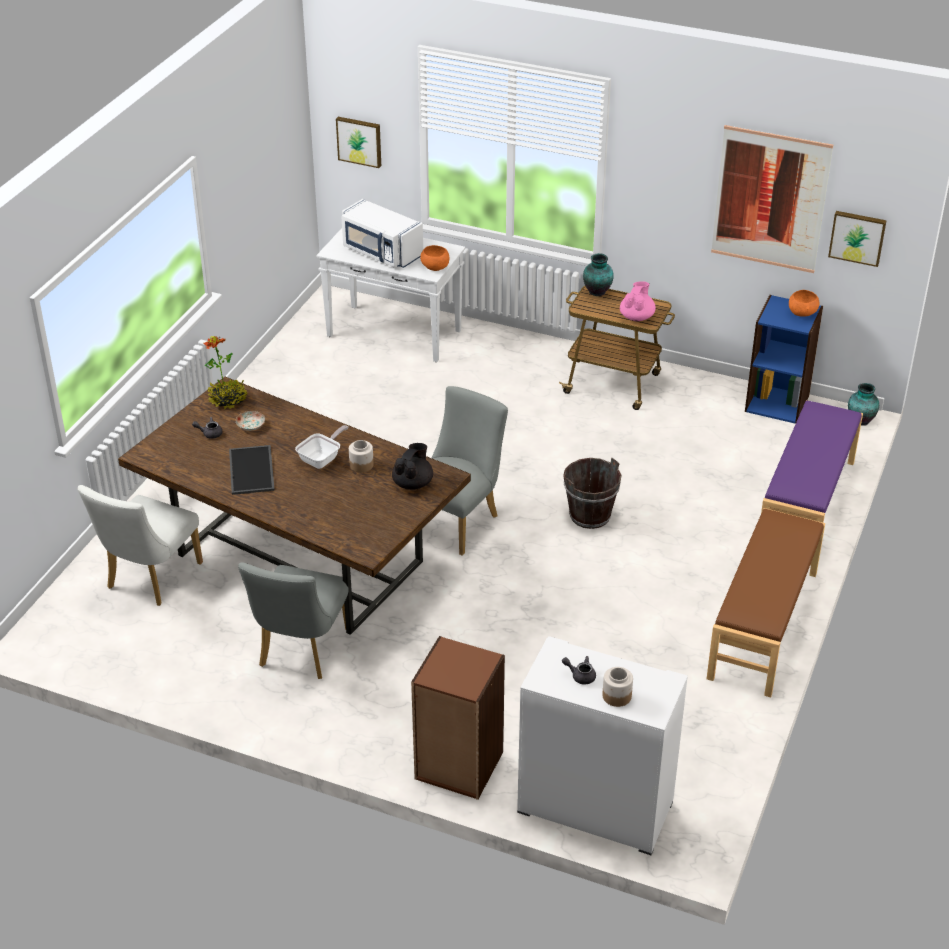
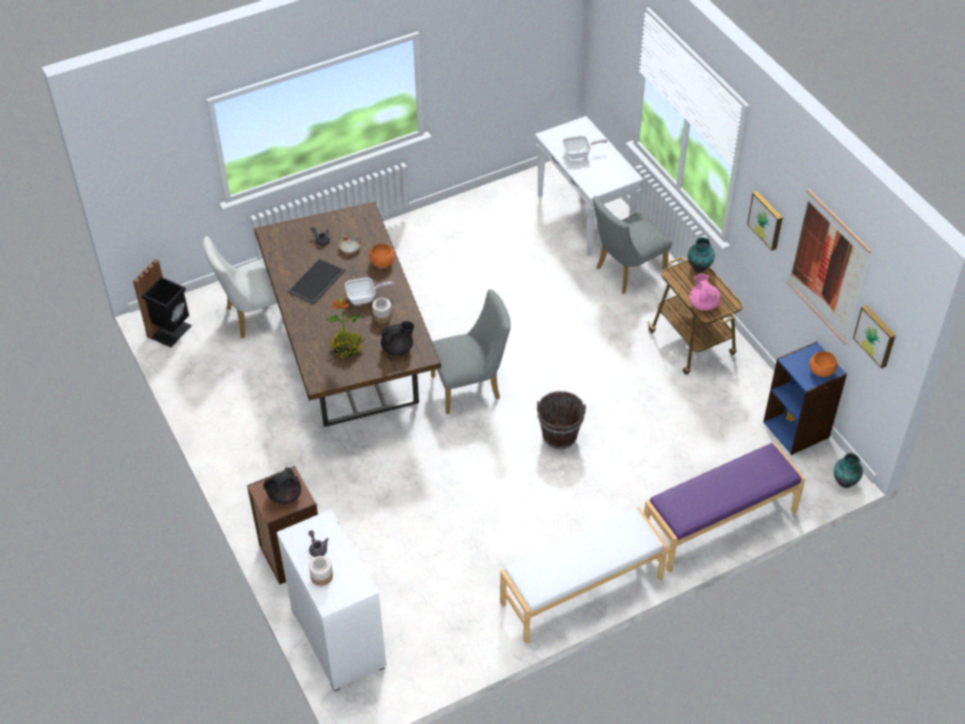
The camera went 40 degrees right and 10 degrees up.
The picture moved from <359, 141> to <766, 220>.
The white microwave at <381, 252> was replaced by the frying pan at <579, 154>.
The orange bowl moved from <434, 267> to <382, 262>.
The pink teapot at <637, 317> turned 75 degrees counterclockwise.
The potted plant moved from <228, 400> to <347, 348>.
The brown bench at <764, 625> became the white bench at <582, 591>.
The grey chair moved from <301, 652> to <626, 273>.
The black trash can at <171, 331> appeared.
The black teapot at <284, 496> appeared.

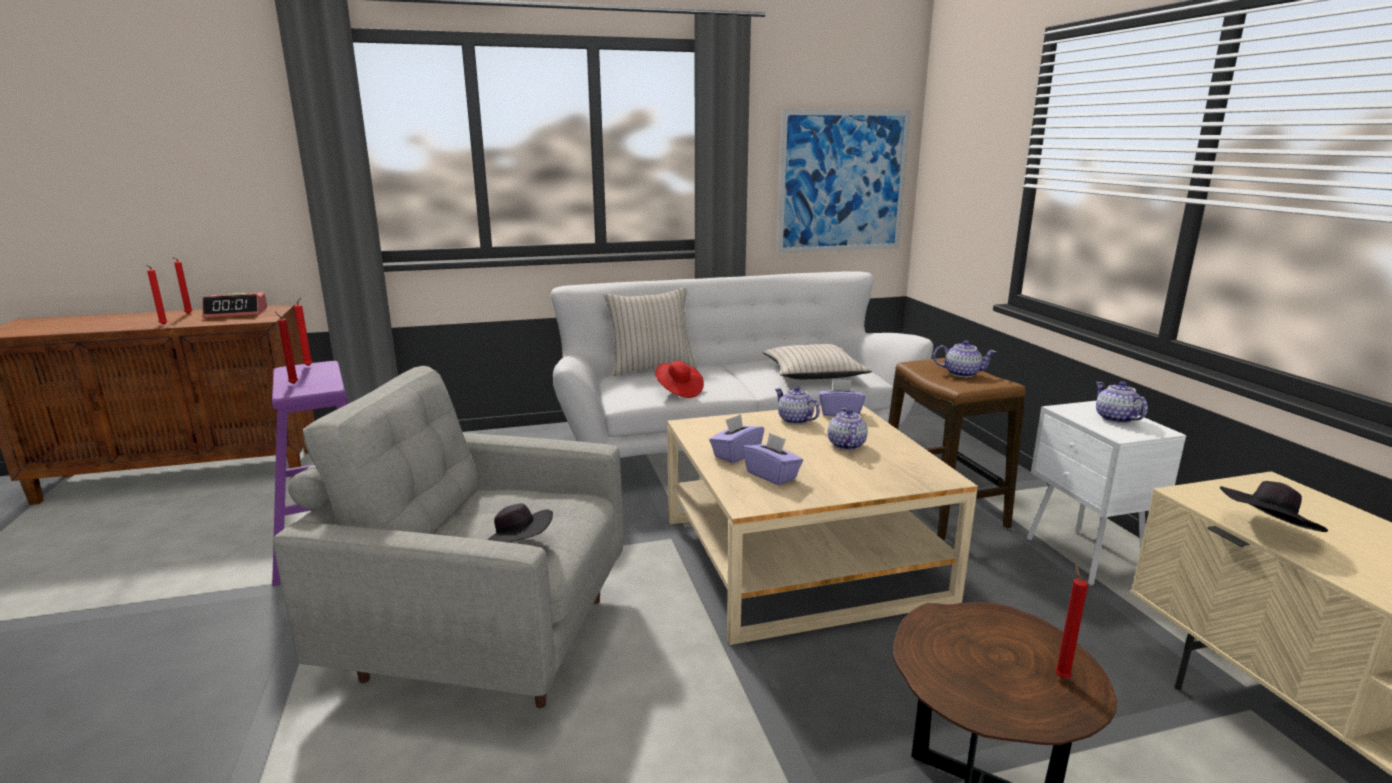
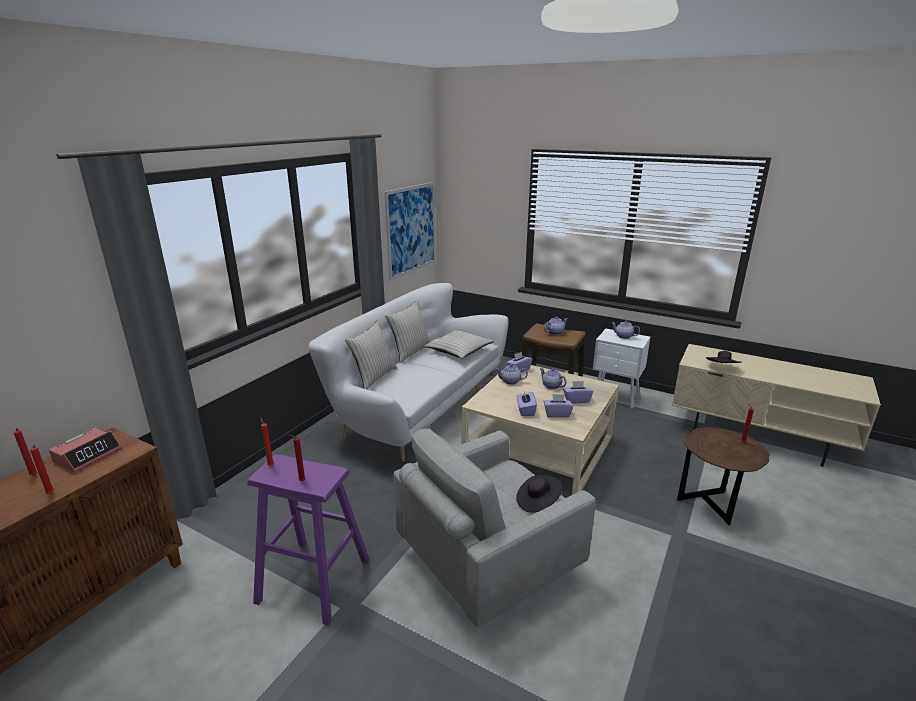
The camera went 45 degrees left and 5 degrees up.
The red hat at <678, 391> disappeared.
The beige pillow at <410, 352> appeared.
The purple tissue box at <576, 400> appeared.

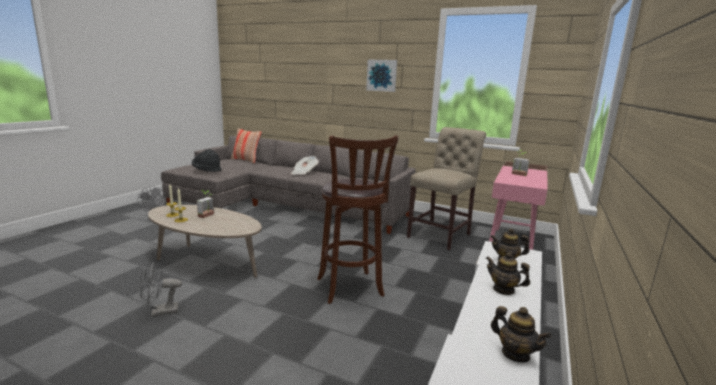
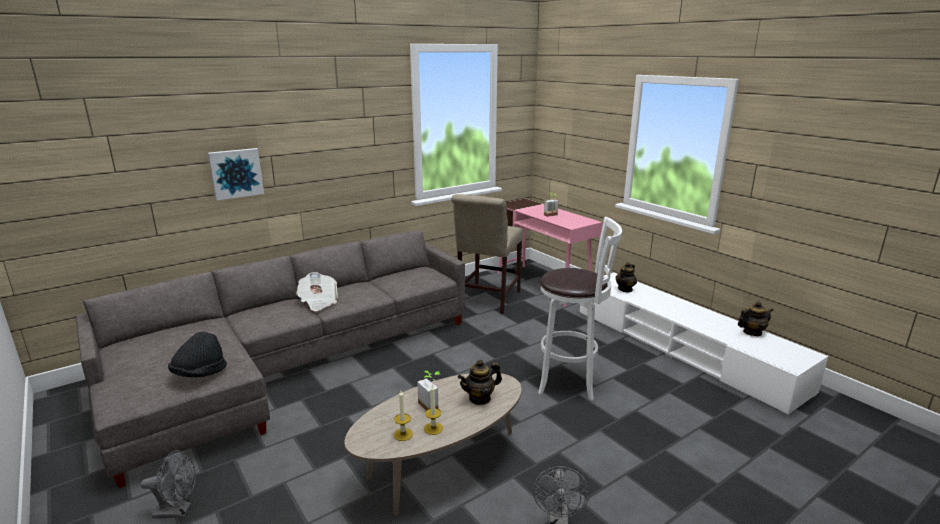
The camera went 60 degrees left and 5 degrees up.
The picture moved from <382, 75> to <236, 173>.
The beige chair at <441, 234> turned 135 degrees counterclockwise.
The pillow at <246, 160> disappeared.
The brown stool at <350, 289> became the white stool at <571, 381>.
The teapot moved from <503, 289> to <480, 398>.

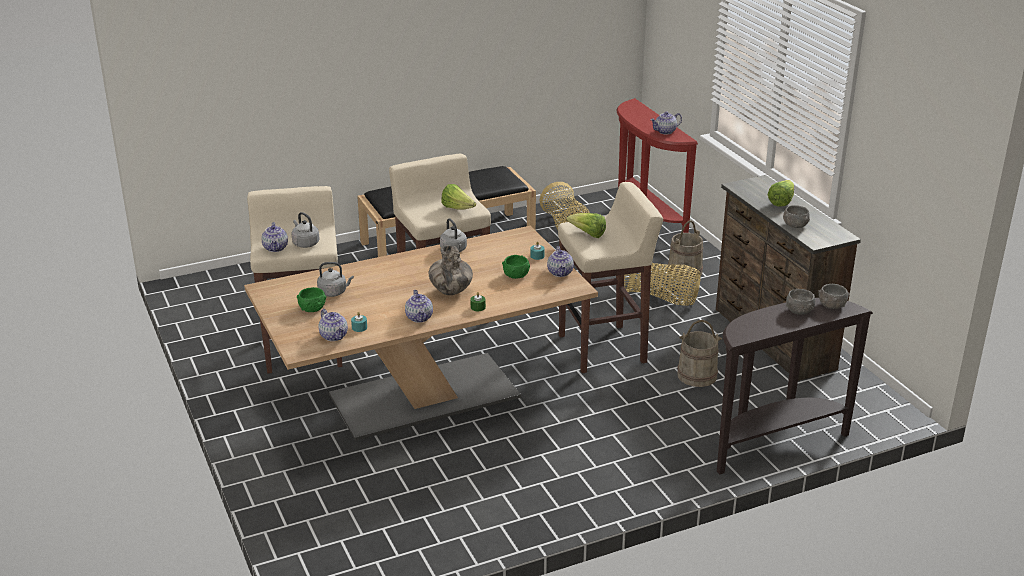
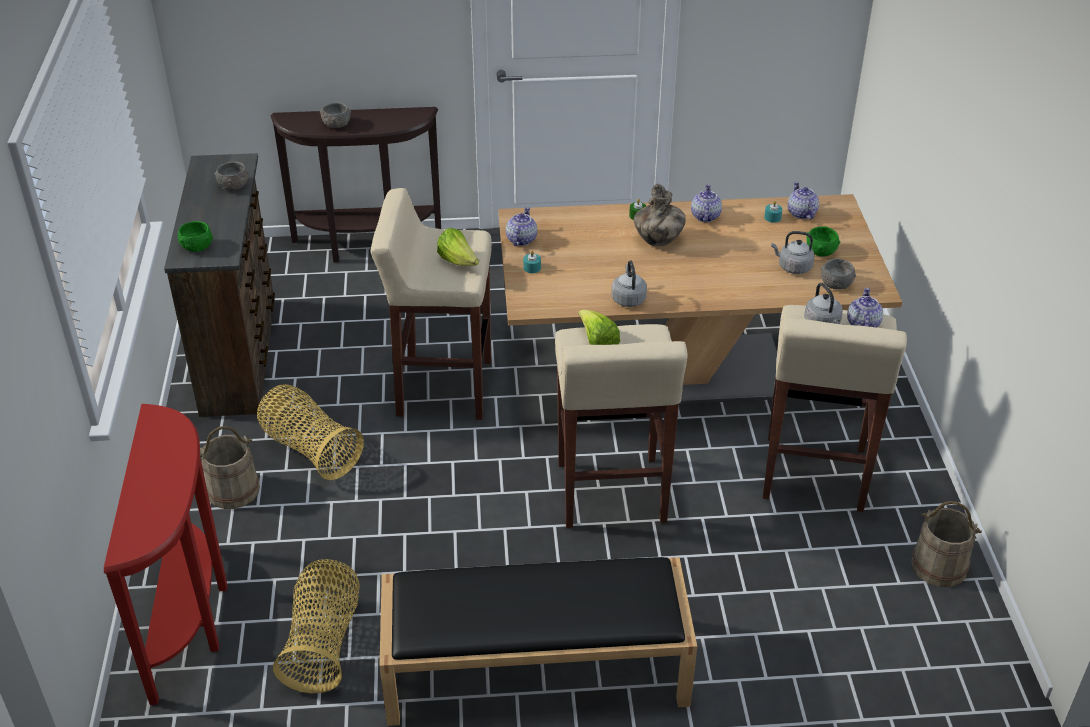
The camera went 160 degrees left and 10 degrees up.
The teapot at <665, 131> disappeared.
The lettuce at <781, 202> disappeared.
The green bowl moved from <516, 275> to <196, 246>.
The grey bowl moved from <832, 305> to <836, 284>.
The beige bucket moved from <697, 375> to <938, 566>.

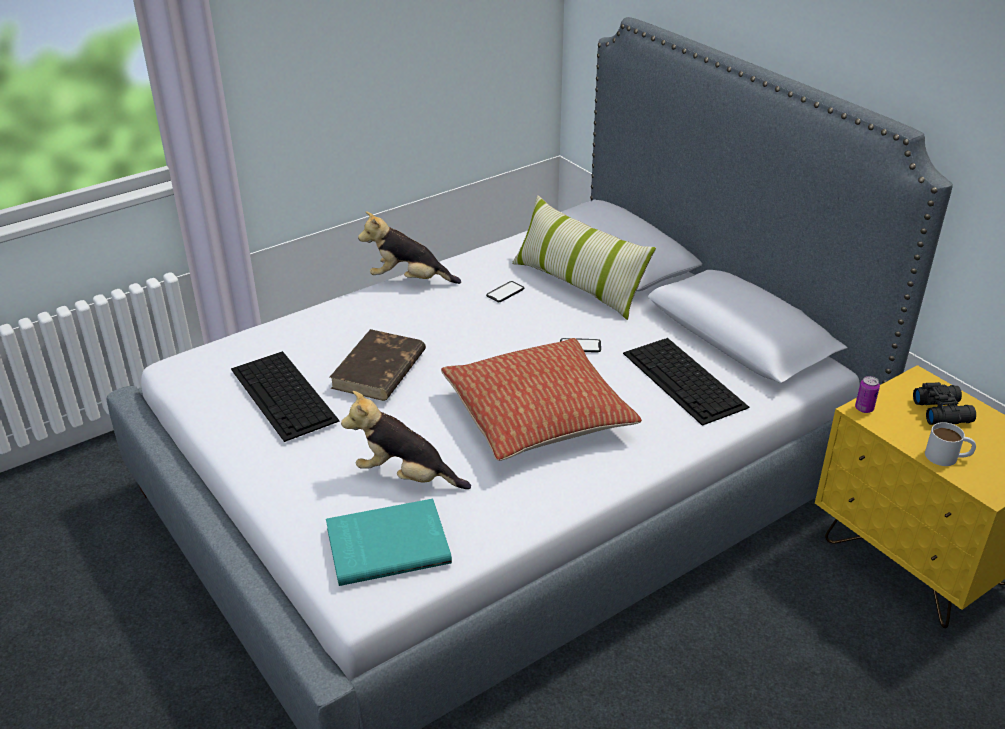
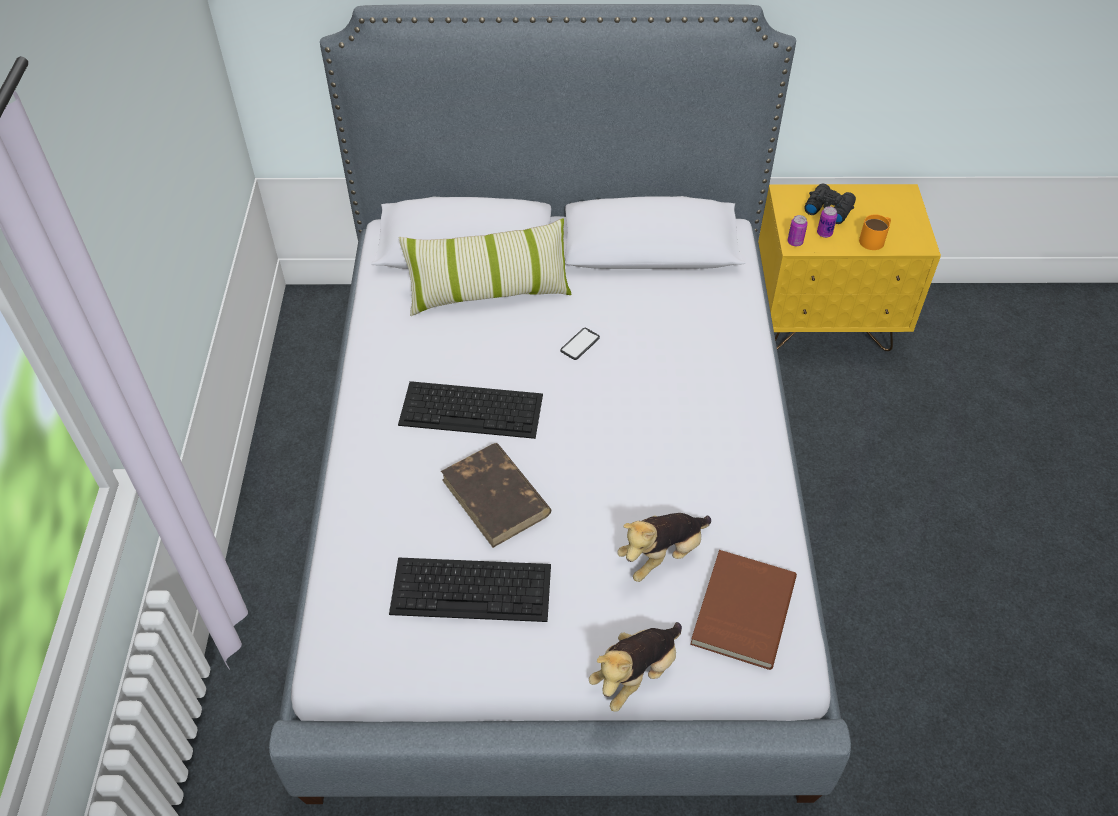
The camera went 55 degrees left and 15 degrees up.
The plush toy moved from <409, 280> to <635, 674>.
The phone at <505, 292> disappeared.
The pillow at <538, 416> disappeared.
The keyboard moved from <685, 380> to <472, 409>.
The white mug at <948, 457> became the orange mug at <875, 239>.
The turquoise book at <387, 544> became the brown book at <741, 610>.
The can at <824, 233> appeared.

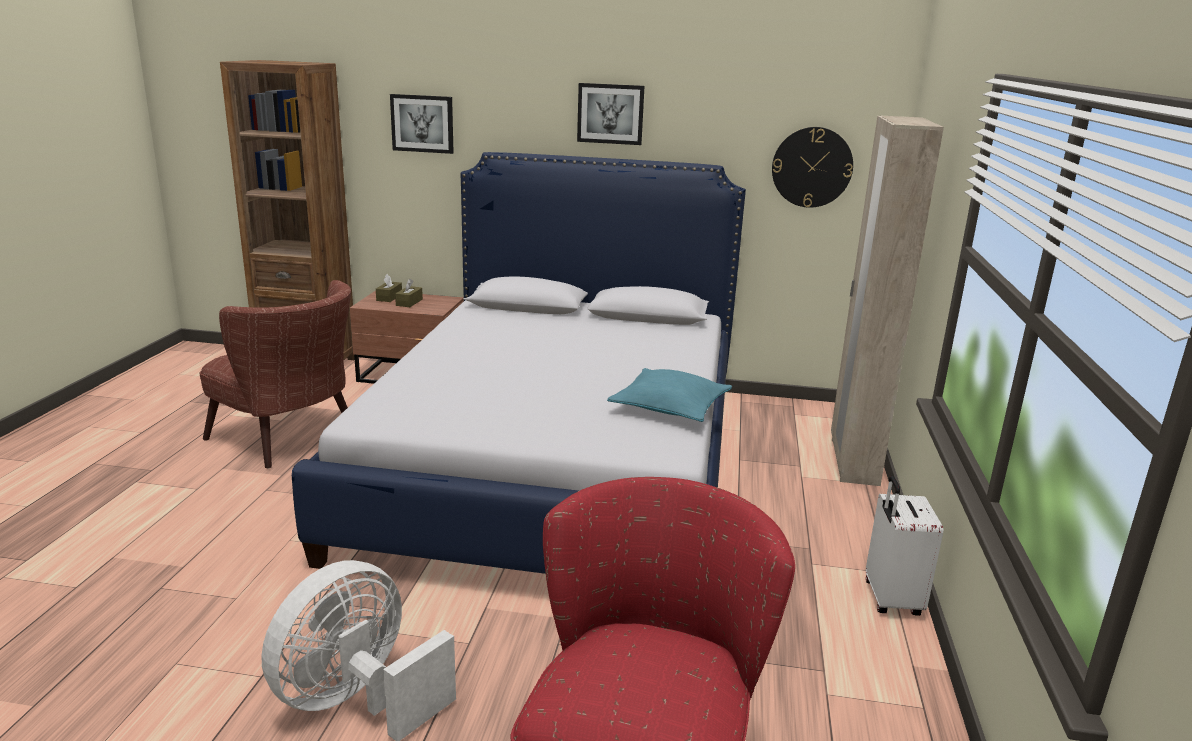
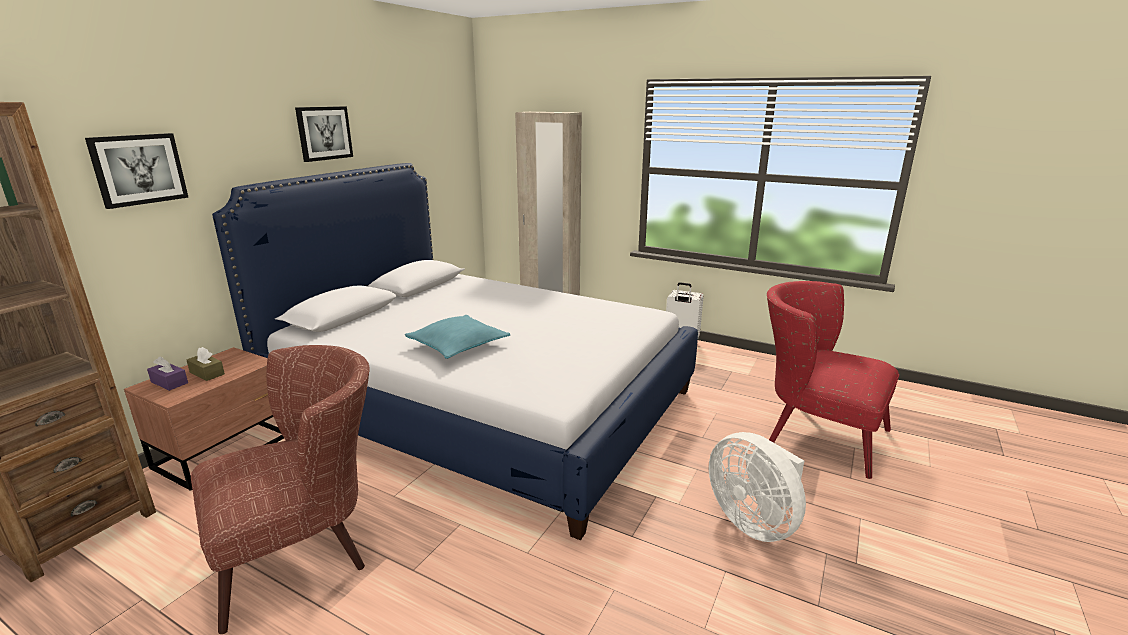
The camera went 70 degrees left and 0 degrees up.
The wall clock at <812, 167> disappeared.
The brown tissue box at <389, 297> became the purple tissue box at <169, 382>.
The turquoise pillow moved from <670, 407> to <458, 345>.

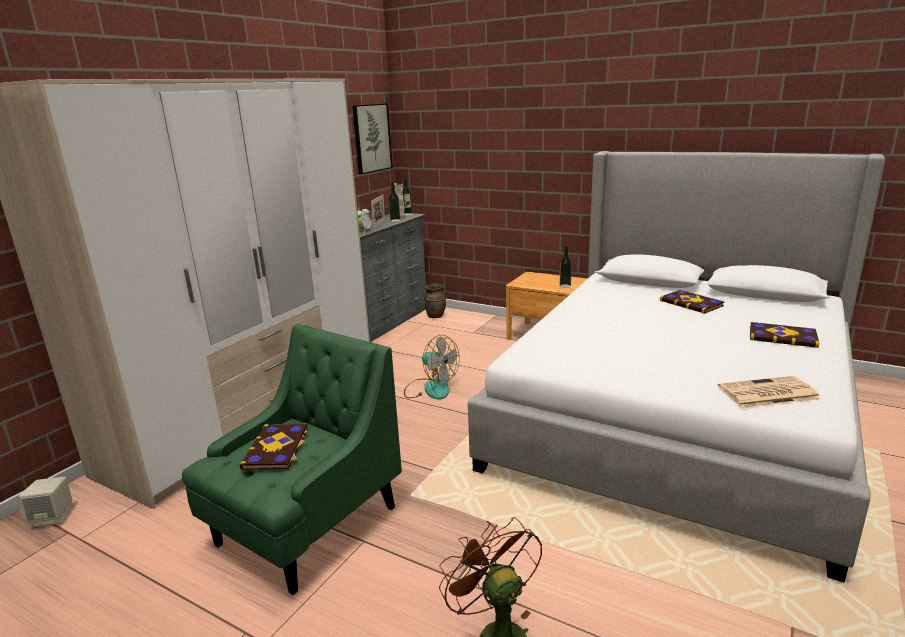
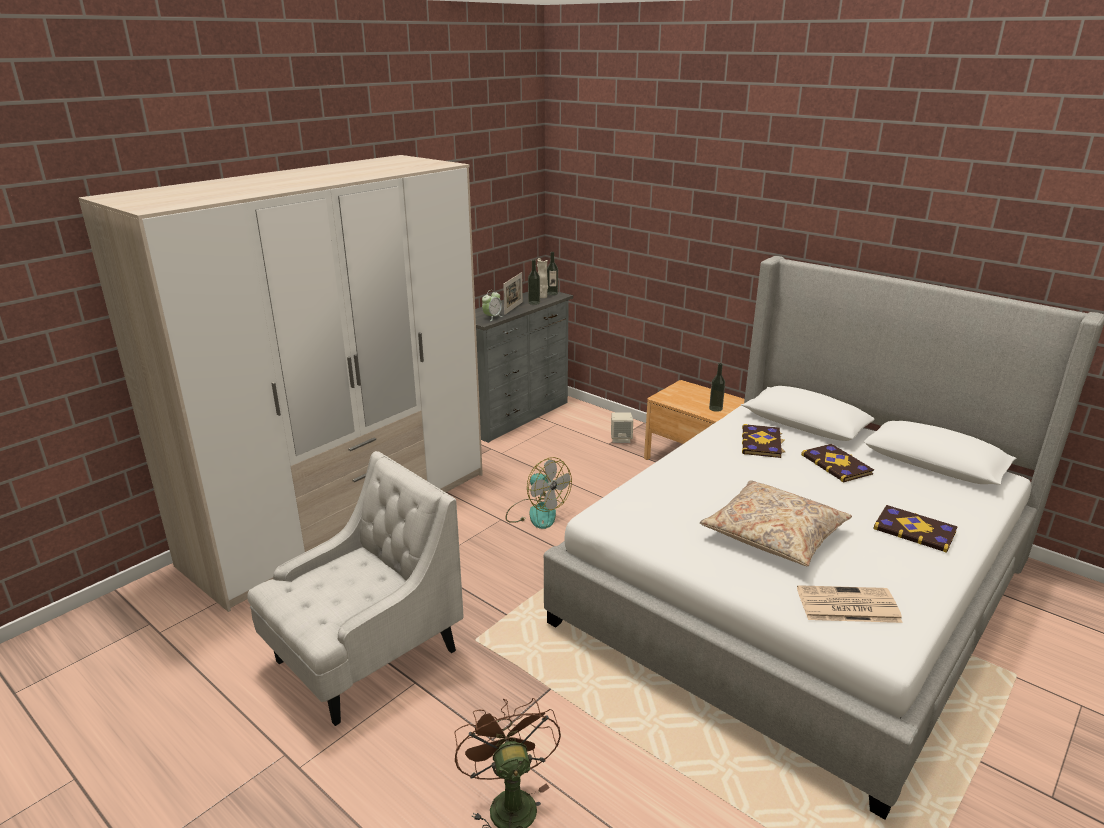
The camera went 10 degrees right and 5 degrees up.
The picture at <371, 138> disappeared.
The brown vase at <435, 316> disappeared.
The green armchair at <306, 527> became the white armchair at <364, 657>.
The book moved from <277, 448> to <762, 443>.
The beige speaker moved from <53, 517> to <621, 439>.
The beige pillow at <774, 534> appeared.

